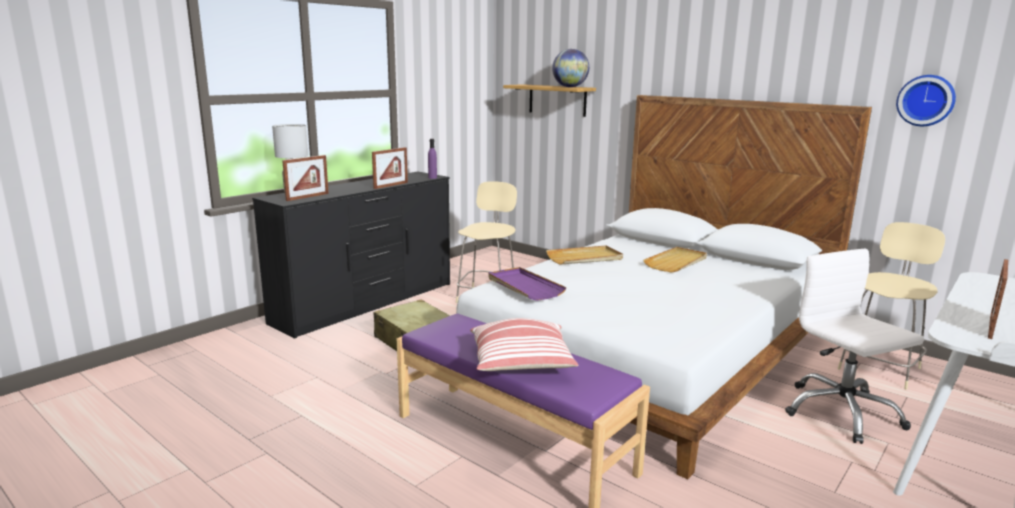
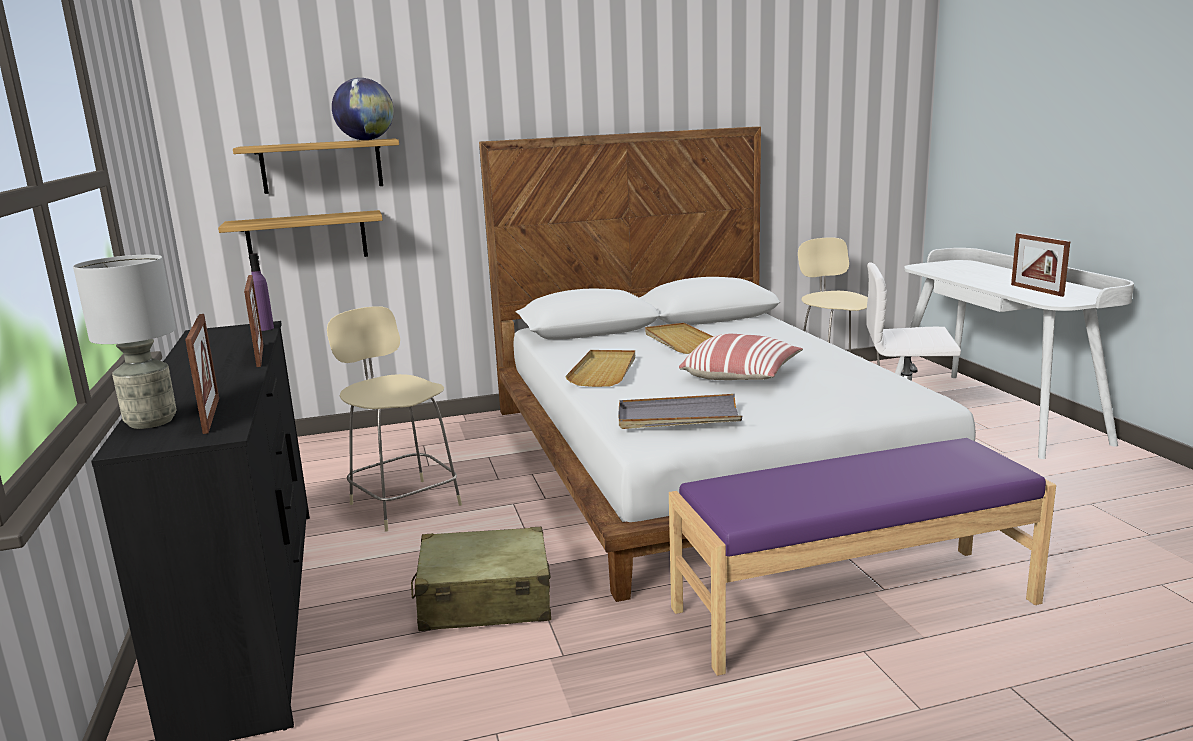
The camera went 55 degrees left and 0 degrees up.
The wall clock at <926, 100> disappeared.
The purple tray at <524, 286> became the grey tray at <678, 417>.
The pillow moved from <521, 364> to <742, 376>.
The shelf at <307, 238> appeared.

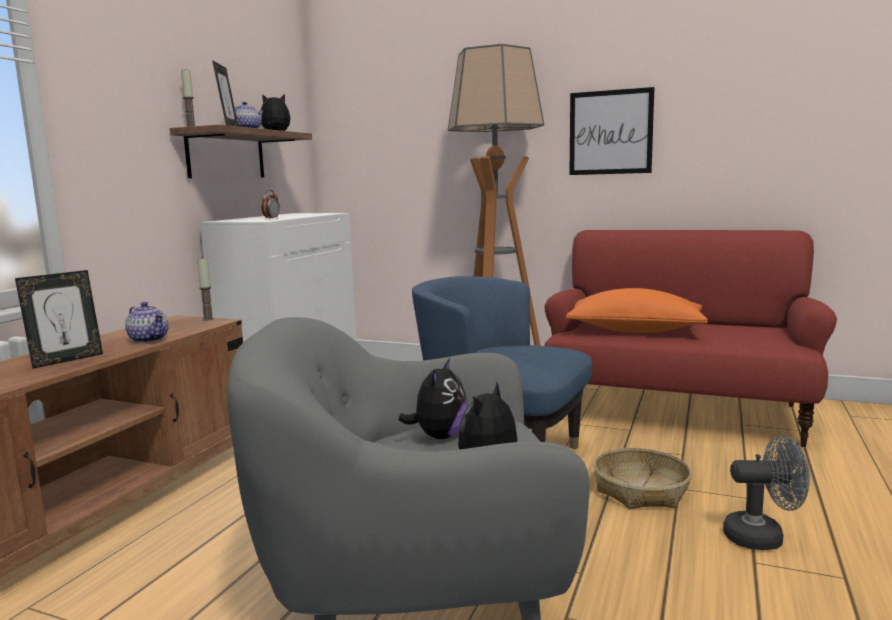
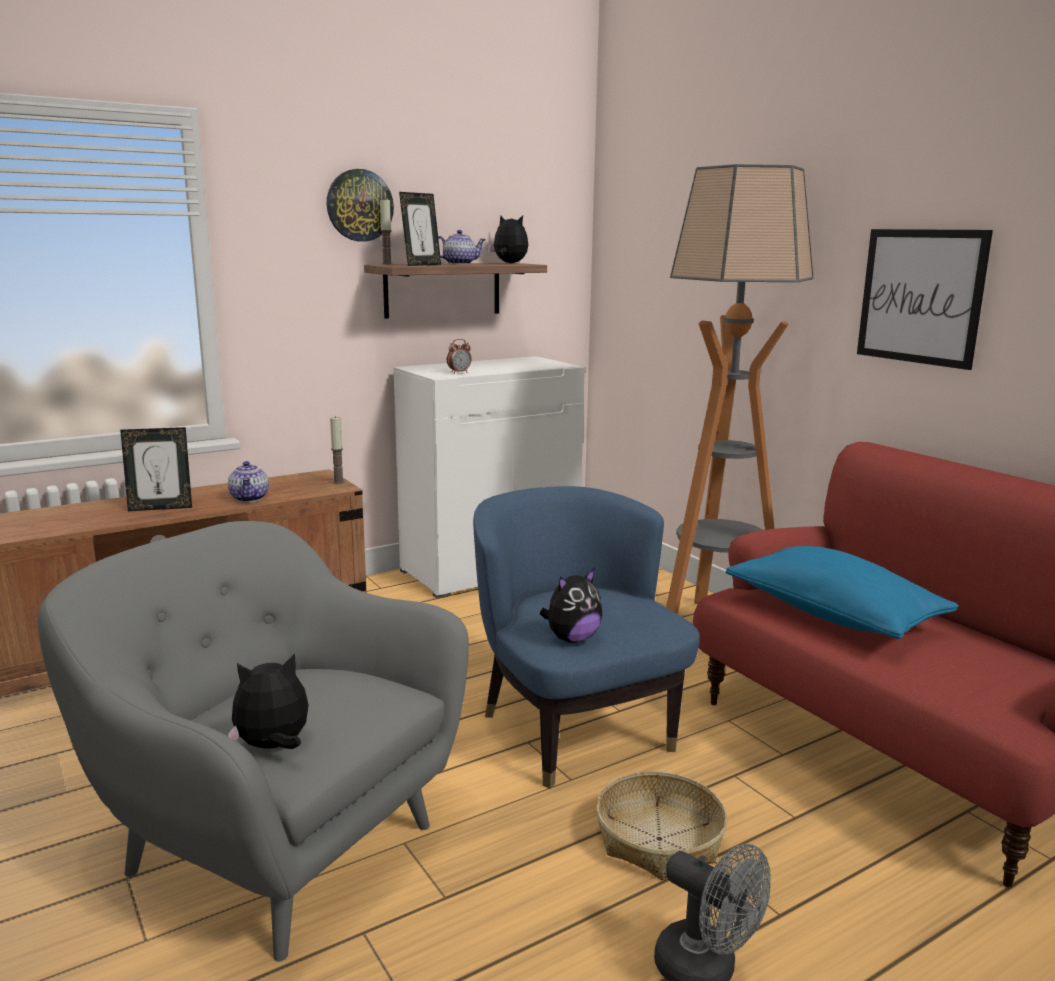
The camera went 35 degrees right and 5 degrees up.
The orange pillow at <634, 330> became the blue pillow at <833, 615>.
The plush toy moved from <438, 436> to <572, 639>.
The wall clock at <359, 205> appeared.

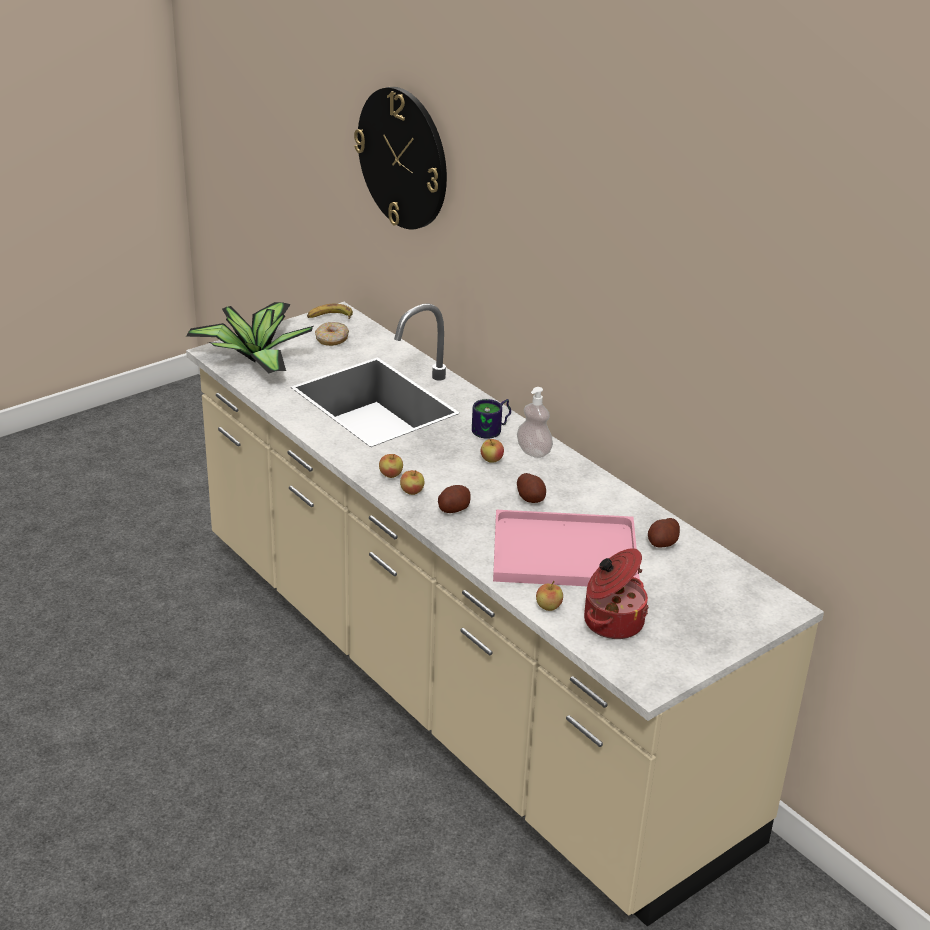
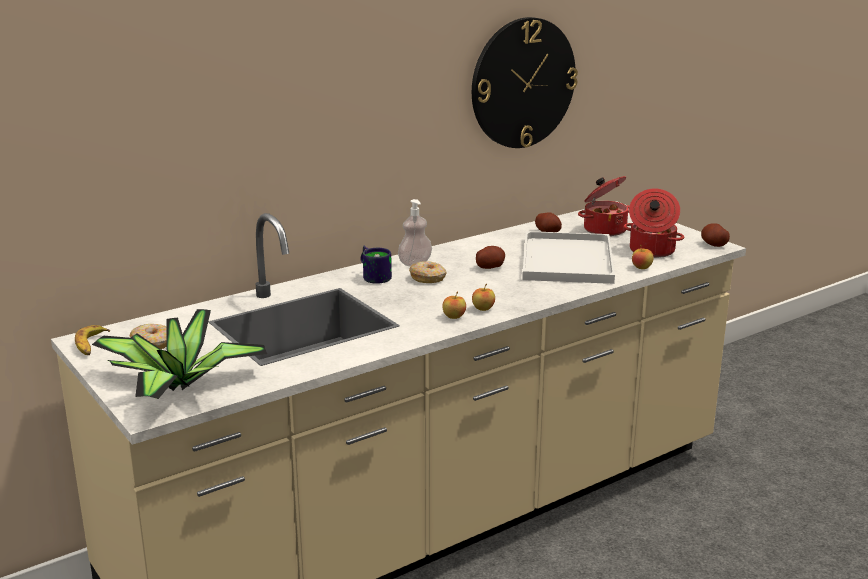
The camera went 85 degrees left and 10 degrees down.
The wall clock moved from <403, 158> to <523, 83>.
The apple at <491, 460> was replaced by the donut at <428, 278>.
The potato moved from <453, 509> to <713, 244>.
The pink tray at <561, 553> became the white tray at <568, 261>.
The cooking pot at <604, 229> appeared.

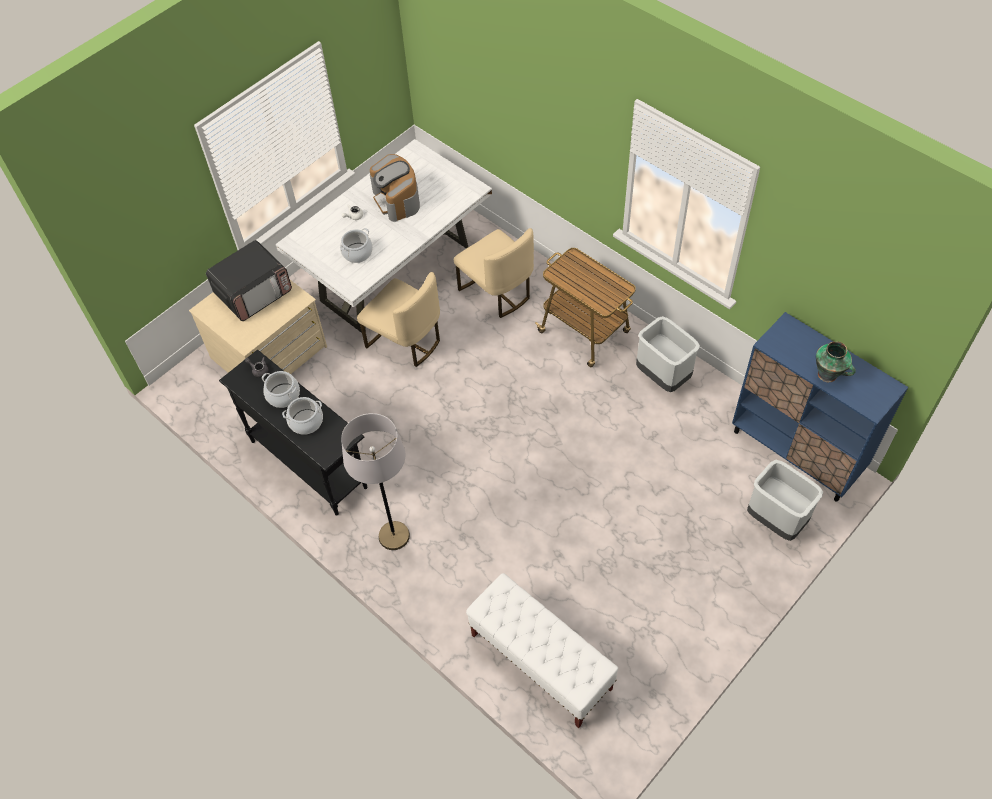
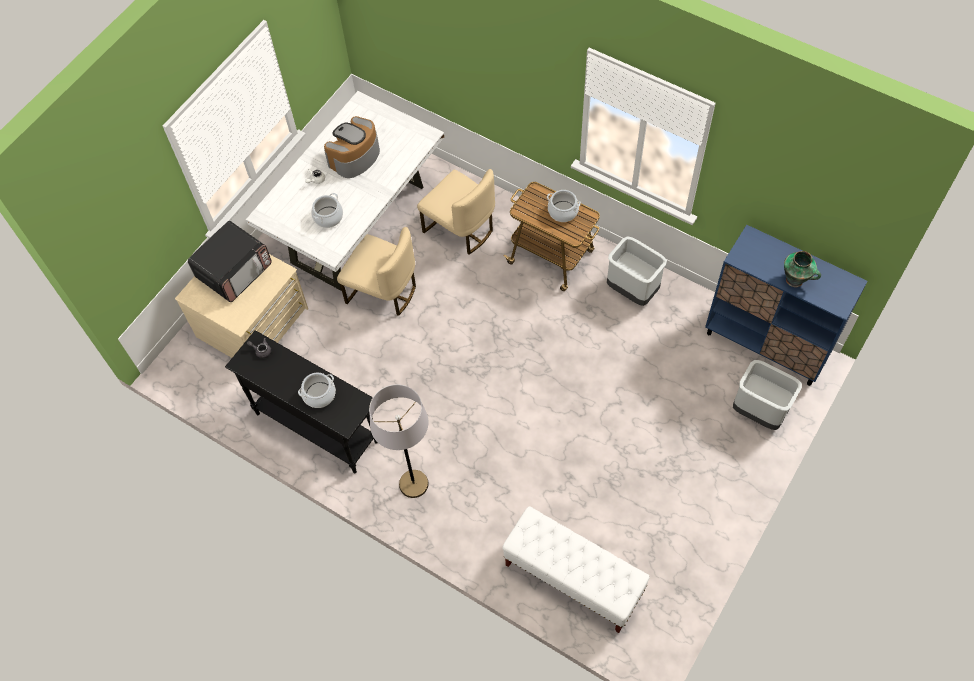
The camera went 10 degrees left and 5 degrees up.
The coffee machine at <397, 200> turned 75 degrees clockwise.
The cooking pot moved from <283, 395> to <563, 211>.

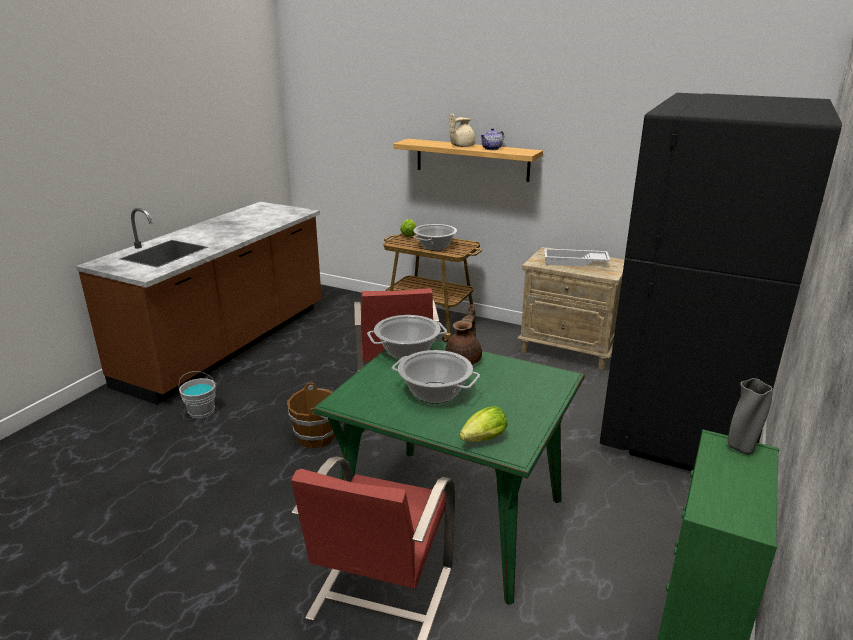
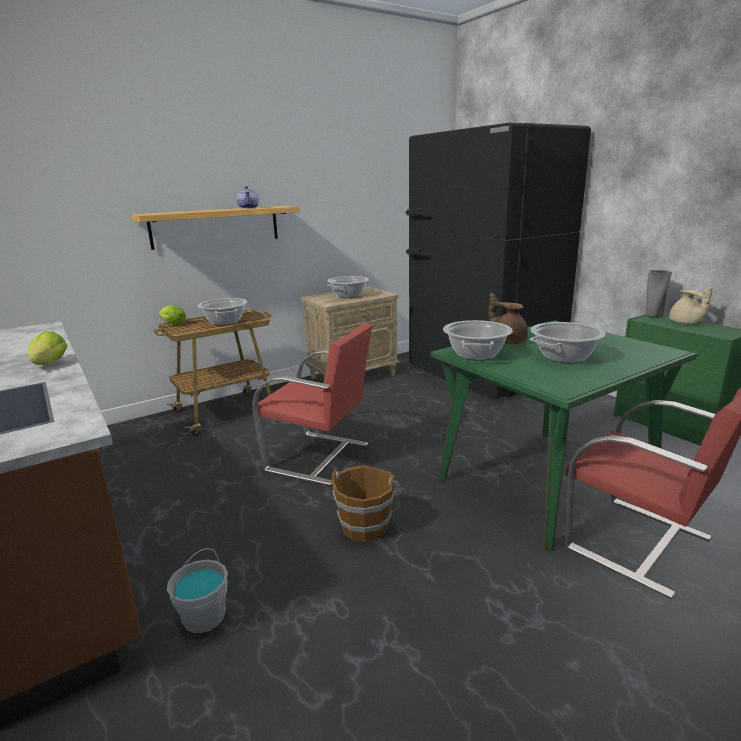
The camera went 60 degrees left and 5 degrees down.
The beige teapot moved from <461, 146> to <686, 323>.
The white tray at <575, 262> was replaced by the cooking pot at <348, 296>.
The lettuce moved from <481, 440> to <48, 365>.

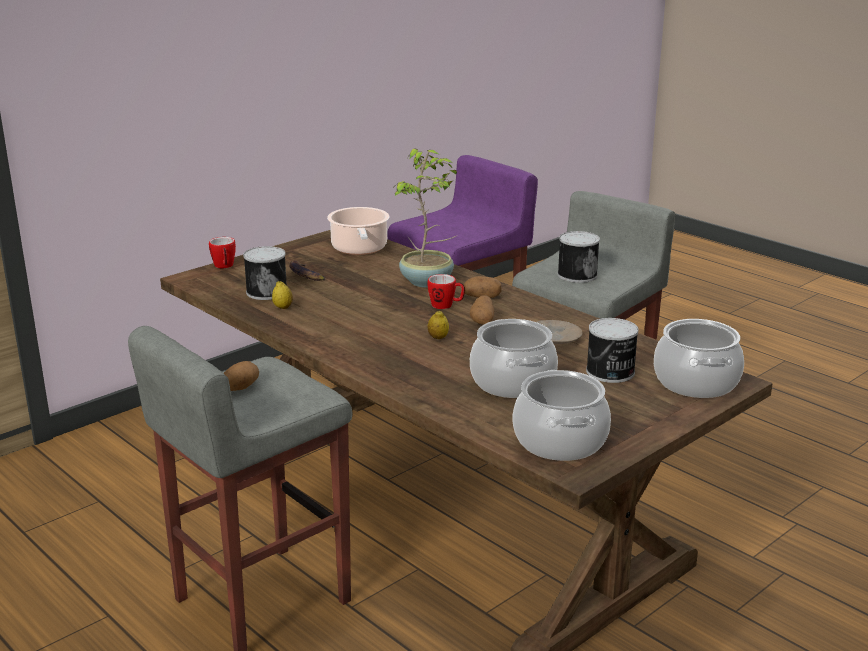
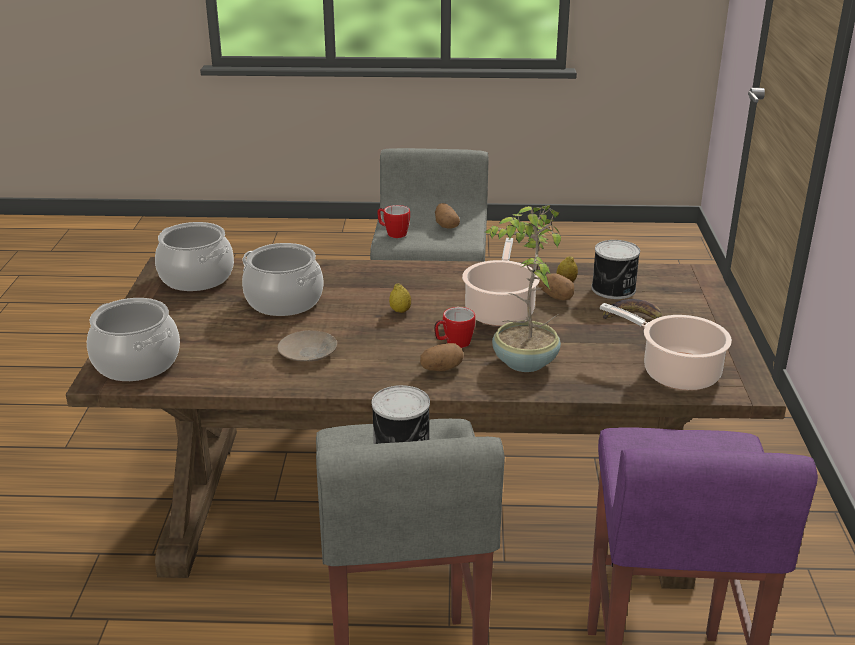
The camera went 135 degrees right and 5 degrees up.
The mug moved from <224, 266> to <393, 233>.
The potato moved from <482, 321> to <557, 297>.
The can at <610, 372> disappeared.
The cooking pot at <500, 310> appeared.

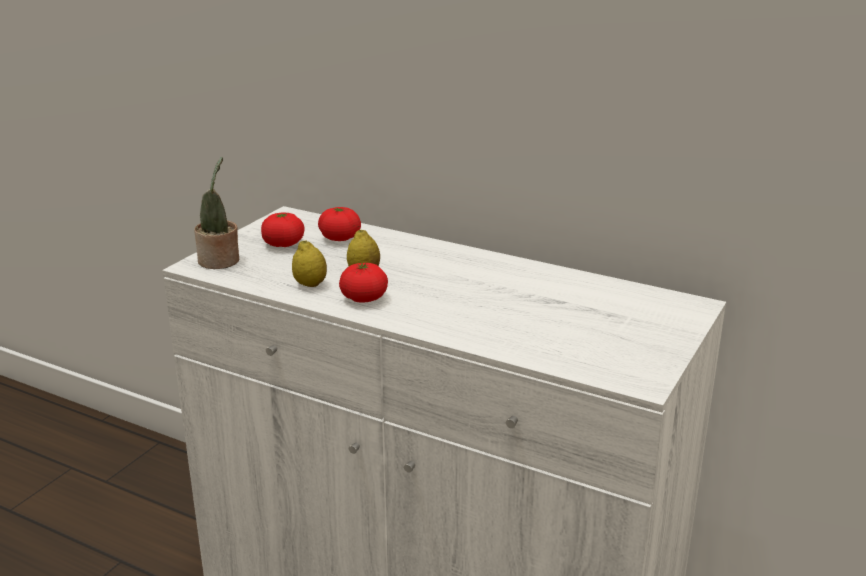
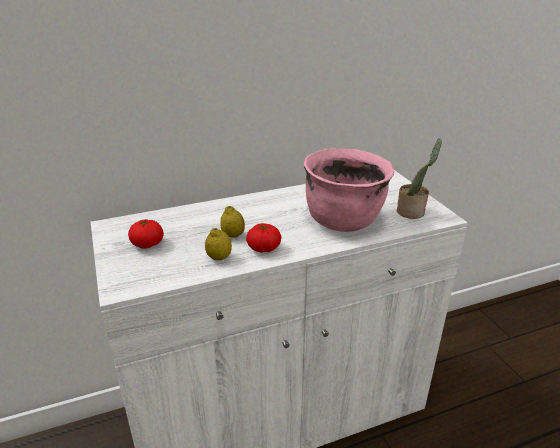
The camera went 50 degrees left and 5 degrees up.
The potted plant moved from <220, 262> to <412, 212>.
The tomato at <340, 238> disappeared.
The pink cooking pot at <343, 221> appeared.

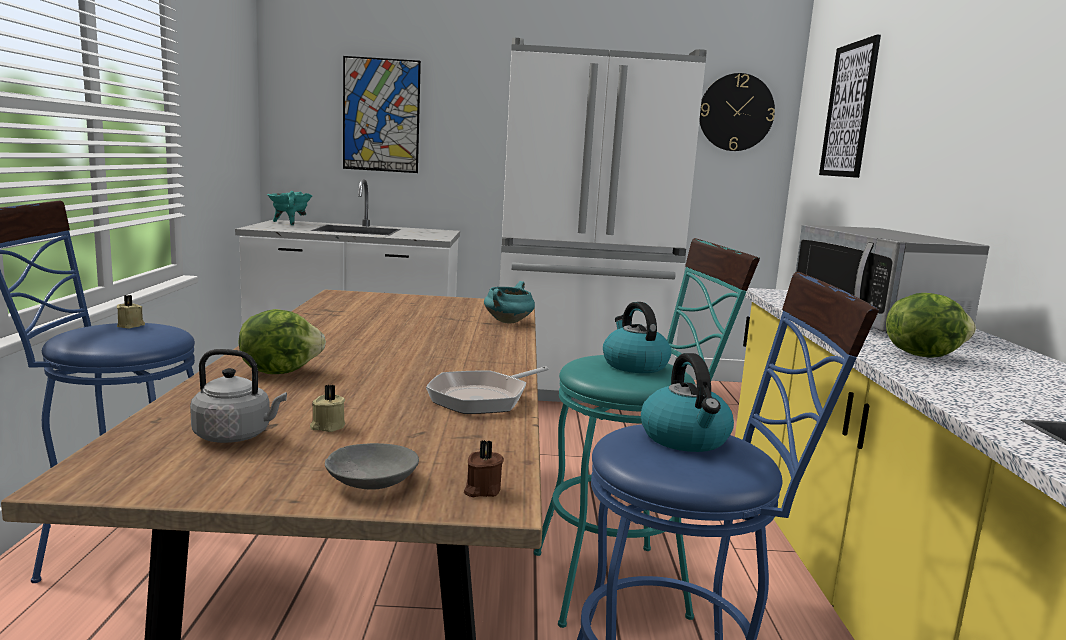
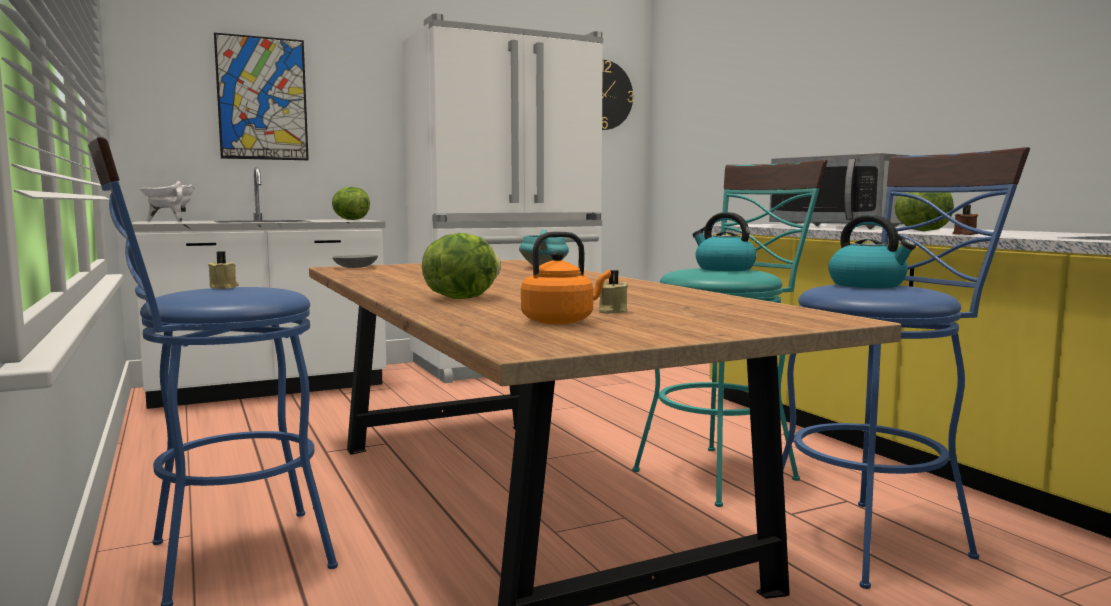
The camera went 25 degrees left and 5 degrees down.
The picture at <849, 110> disappeared.
The turquoise cooking pot at <289, 223> became the white cooking pot at <169, 221>.
The grey kettle at <236, 436> became the orange kettle at <561, 321>.
The frying pan at <483, 398> disappeared.
The brown candle moved from <481, 490> to <964, 234>.
The grey bowl moved from <371, 481> to <355, 267>.
The lettuce at <350, 220> appeared.

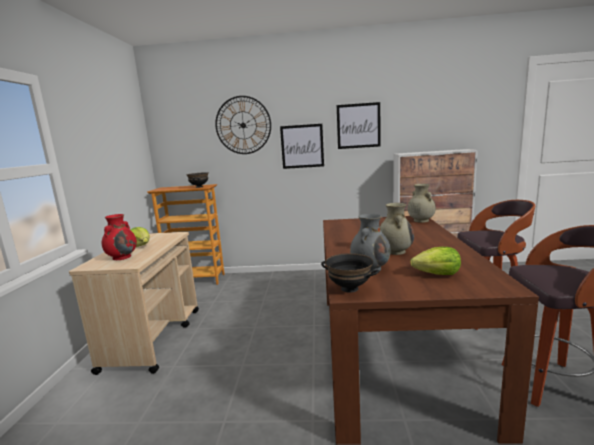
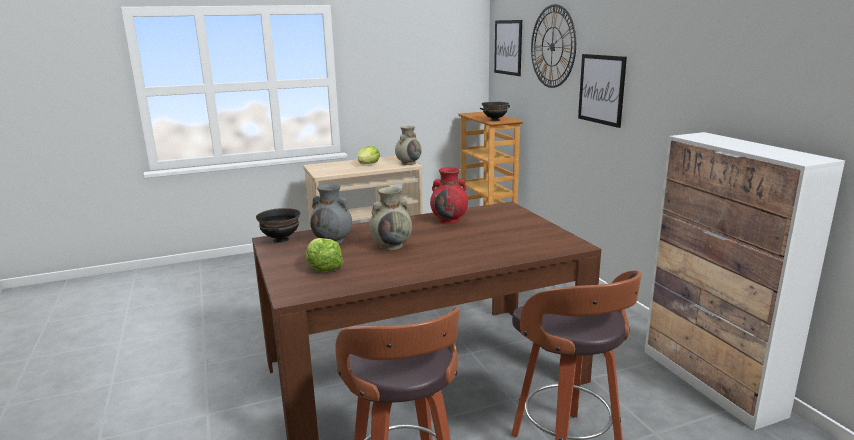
The camera went 65 degrees right and 5 degrees up.
The picture moved from <358, 126> to <508, 47>.
The beige vase moved from <420, 220> to <408, 163>.
The red vase moved from <122, 257> to <449, 220>.

